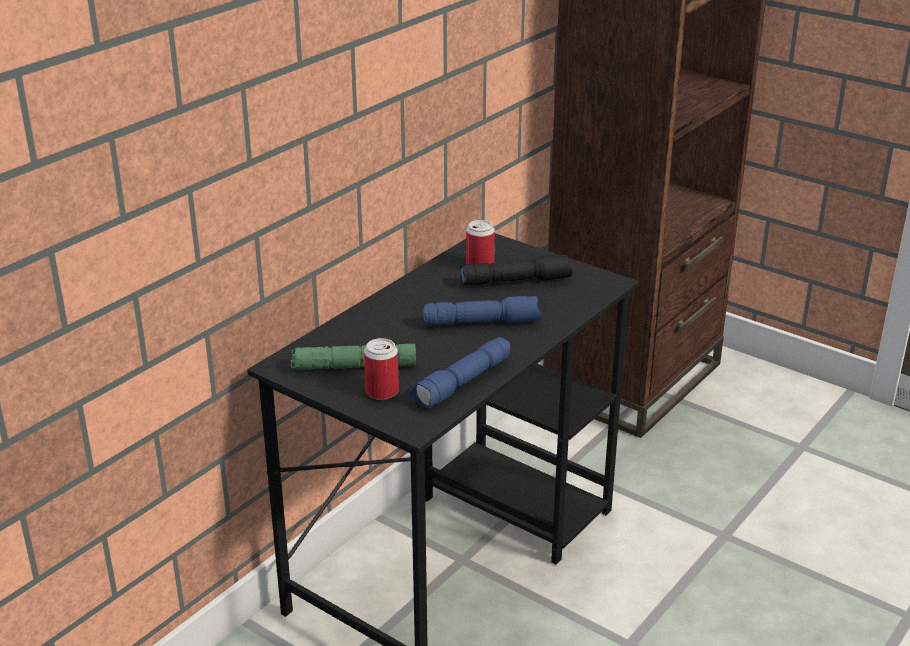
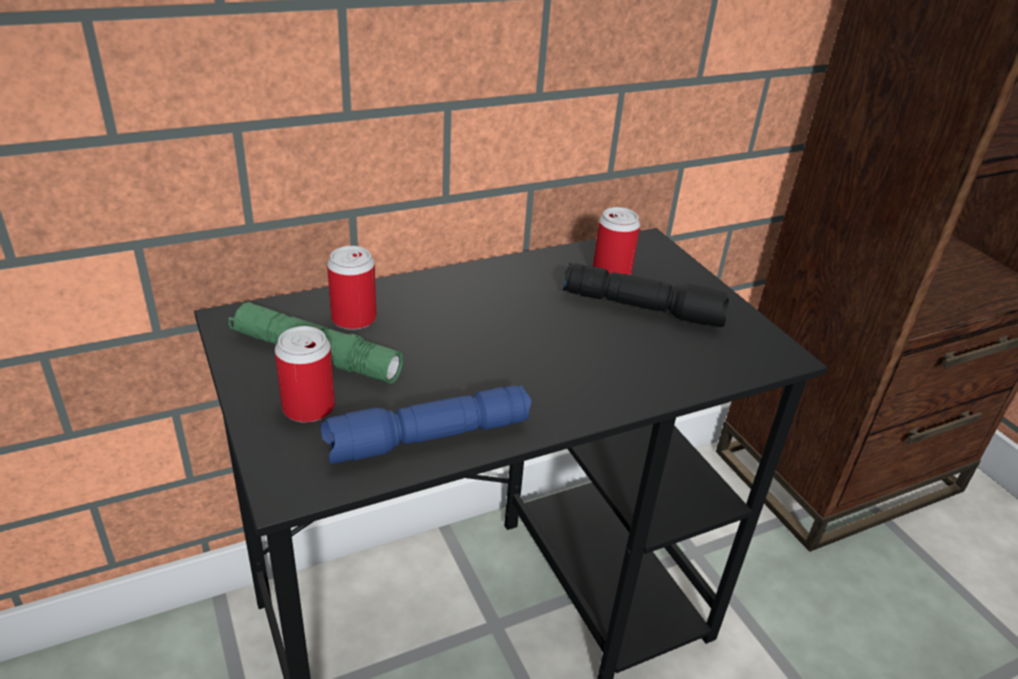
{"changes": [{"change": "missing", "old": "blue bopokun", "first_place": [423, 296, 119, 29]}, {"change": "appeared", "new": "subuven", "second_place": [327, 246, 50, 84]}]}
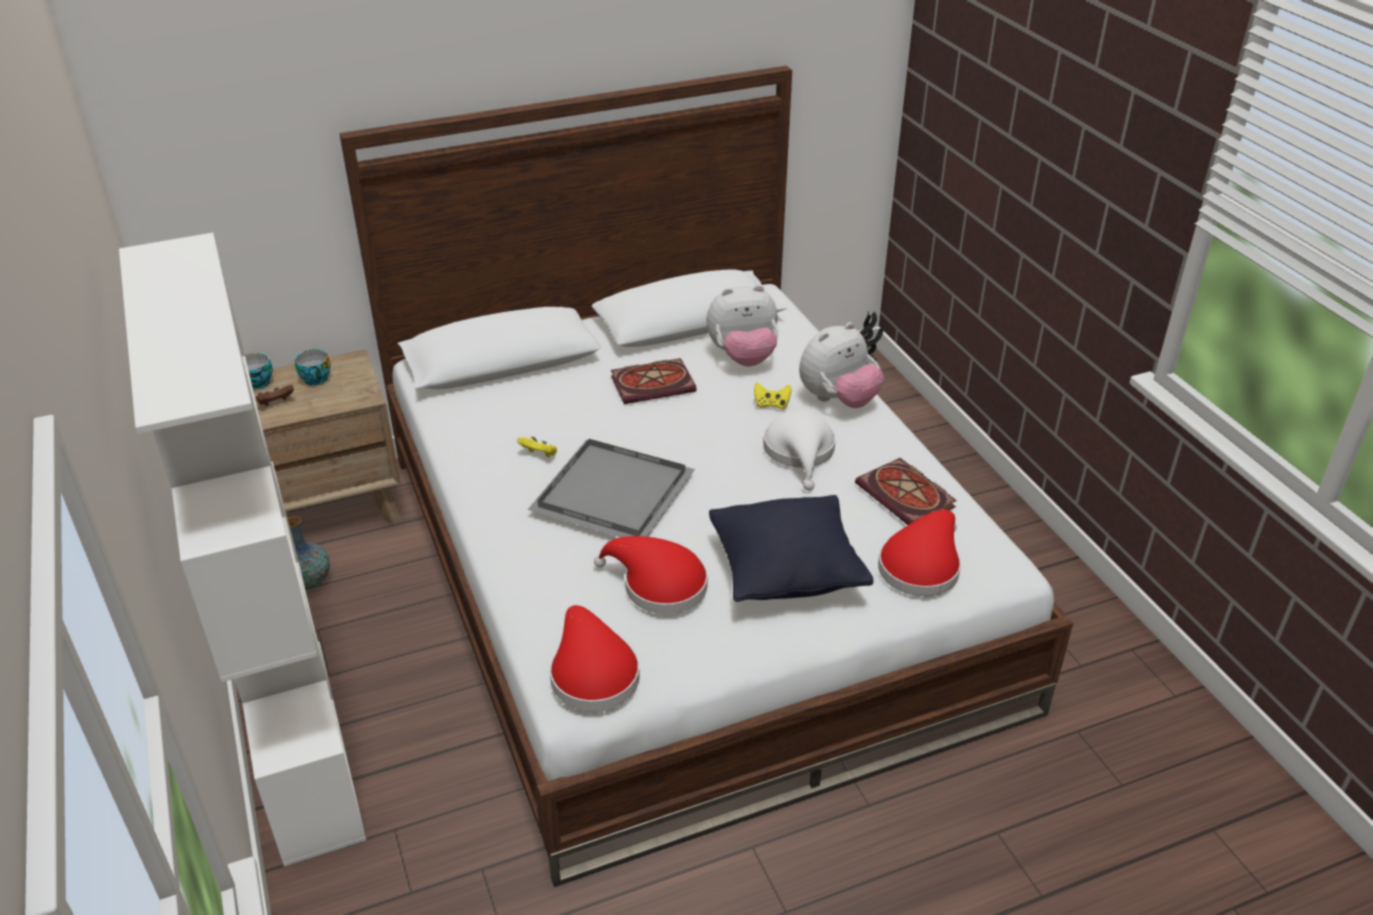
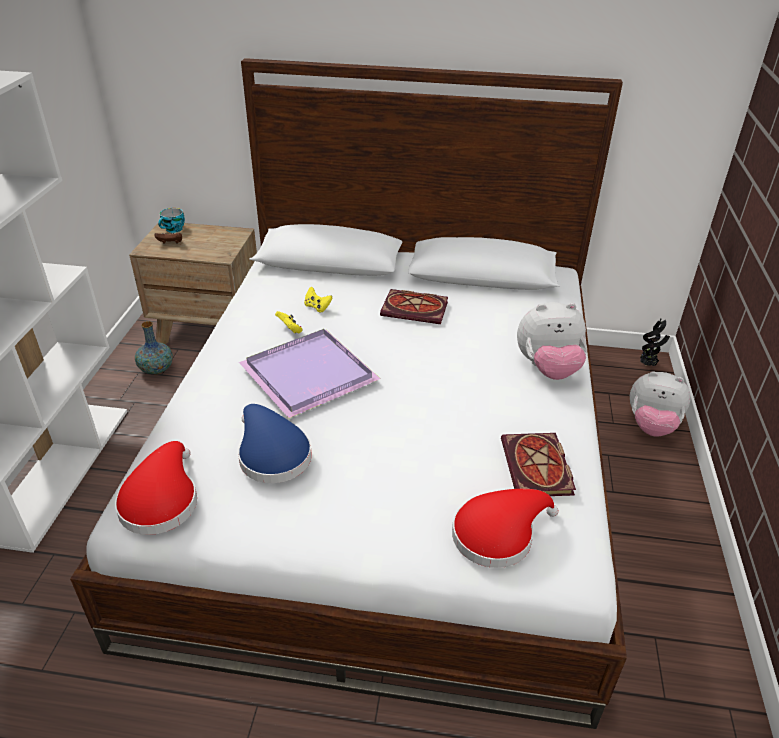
{"changes": [{"change": "missing", "old": "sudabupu", "first_place": [295, 349, 36, 37]}, {"change": "missing", "old": "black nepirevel", "first_place": [709, 495, 165, 107]}, {"change": "missing", "old": "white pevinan", "first_place": [763, 410, 73, 81]}, {"change": "relocated", "old": "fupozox", "first_place": [706, 285, 72, 82], "second_place": [630, 371, 61, 66]}, {"change": "relocated", "old": "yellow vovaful", "first_place": [754, 383, 38, 27], "second_place": [304, 287, 29, 25]}, {"change": "colour", "old": "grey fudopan", "new": "purple fudopan", "first_place": [528, 439, 167, 98], "second_place": [239, 329, 142, 89]}, {"change": "colour", "old": "red pevinan", "new": "blue pevinan", "first_place": [594, 536, 114, 78], "second_place": [238, 404, 74, 79]}]}
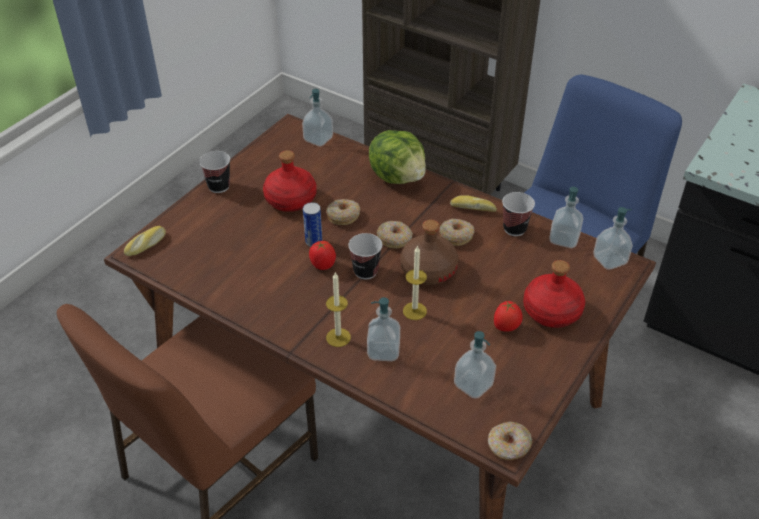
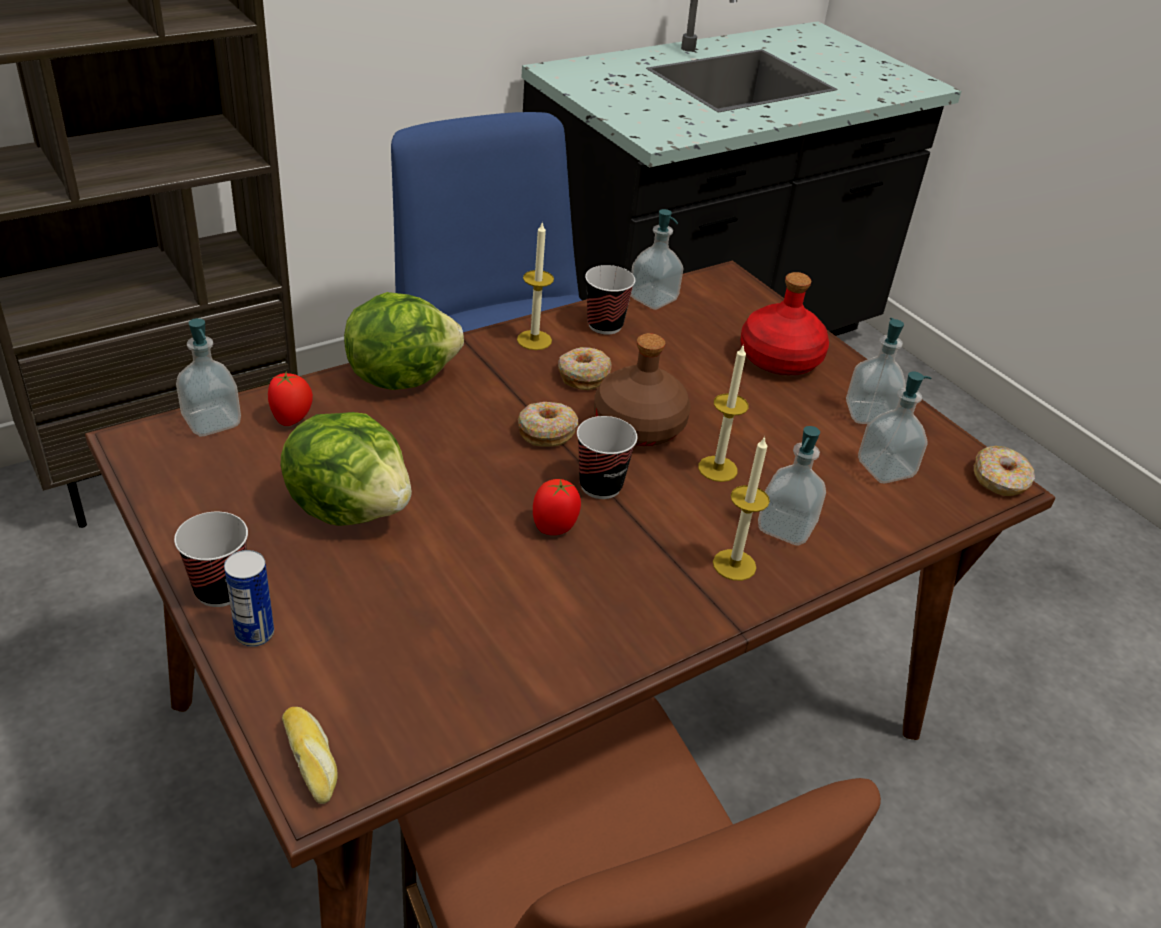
{"changes": [{"change": "missing", "old": "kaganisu", "first_place": [326, 199, 34, 26]}, {"change": "relocated", "old": "subuven", "first_place": [303, 202, 19, 45], "second_place": [224, 550, 50, 97]}, {"change": "relocated", "old": "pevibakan", "first_place": [494, 301, 29, 31], "second_place": [268, 371, 45, 55]}, {"change": "relocated", "old": "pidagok", "first_place": [593, 207, 40, 63], "second_place": [846, 318, 60, 106]}, {"change": "exchanged", "old": "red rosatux", "new": "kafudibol", "first_place": [263, 150, 53, 62], "second_place": [281, 412, 131, 114]}, {"change": "exchanged", "old": "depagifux", "new": "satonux", "first_place": [450, 195, 47, 17], "second_place": [517, 221, 37, 129]}]}
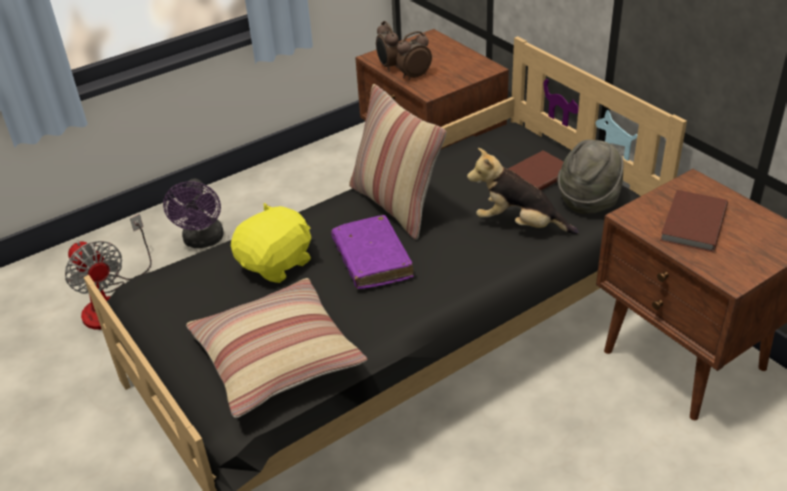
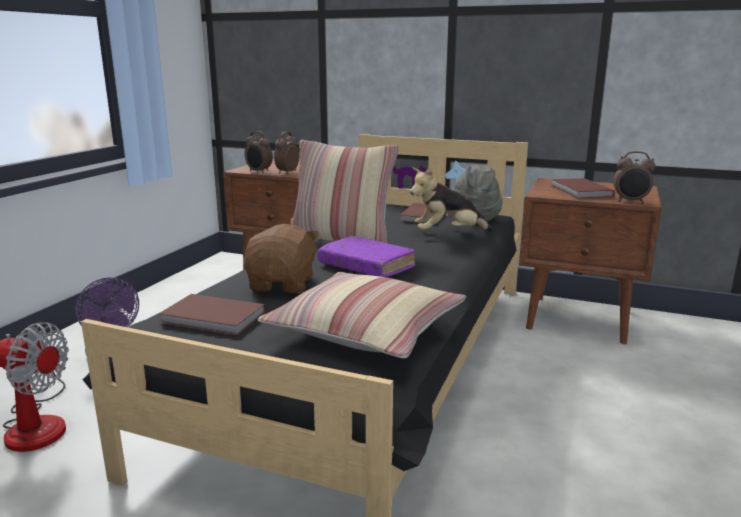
{"changes": [{"change": "appeared", "new": "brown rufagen", "second_place": [159, 294, 107, 42]}, {"change": "appeared", "new": "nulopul", "second_place": [613, 151, 43, 52]}, {"change": "colour", "old": "yellow fupozox", "new": "brown fupozox", "first_place": [231, 203, 80, 80], "second_place": [244, 224, 75, 69]}]}
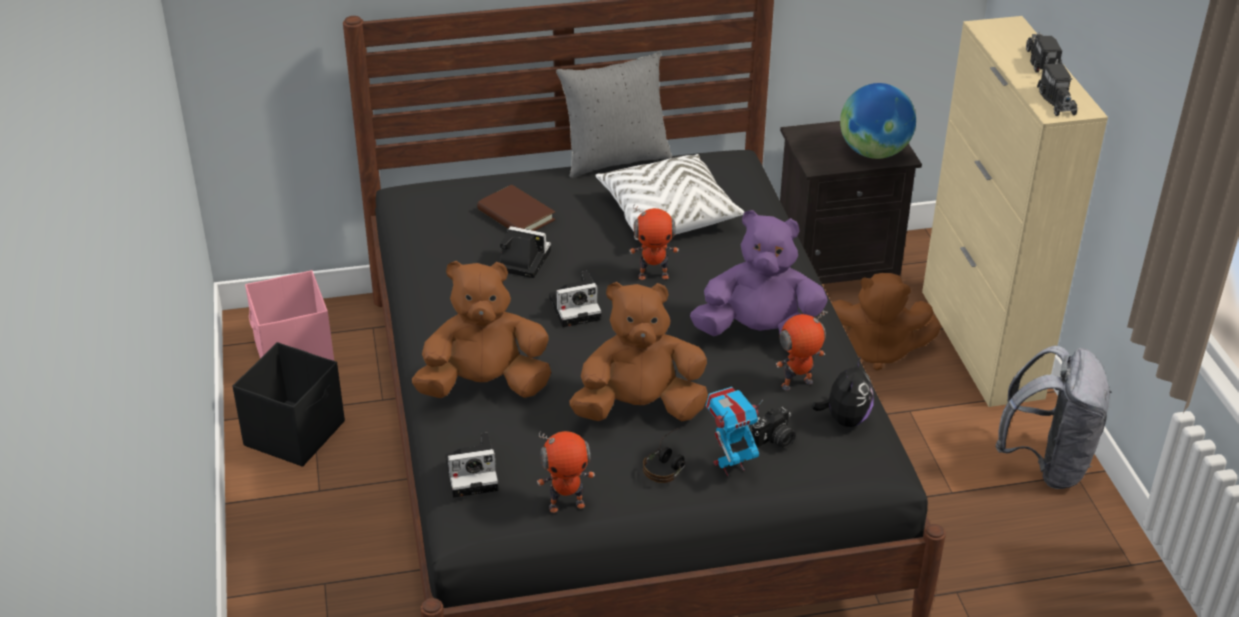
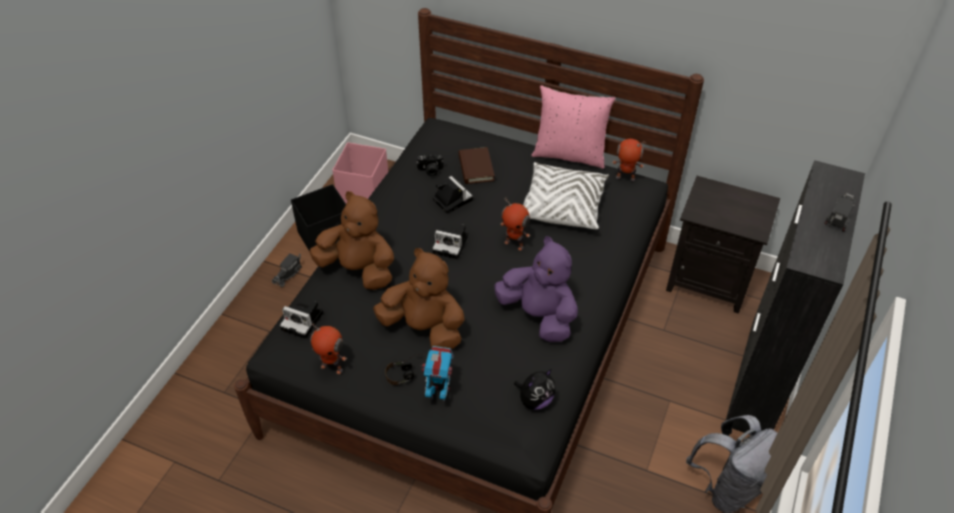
{"changes": [{"change": "missing", "old": "brown fupozox", "first_place": [832, 273, 109, 98]}, {"change": "missing", "old": "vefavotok", "first_place": [840, 83, 76, 76]}, {"change": "relocated", "old": "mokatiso", "first_place": [752, 407, 44, 41], "second_place": [417, 154, 26, 23]}, {"change": "relocated", "old": "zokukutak", "first_place": [776, 311, 52, 80], "second_place": [612, 139, 34, 42]}, {"change": "relocated", "old": "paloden", "first_place": [1037, 59, 41, 57], "second_place": [271, 253, 31, 35]}, {"change": "colour", "old": "grey nepirevel", "new": "pink nepirevel", "first_place": [556, 51, 116, 127], "second_place": [532, 85, 84, 84]}, {"change": "colour", "old": "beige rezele", "new": "black rezele", "first_place": [922, 16, 186, 391], "second_place": [726, 160, 139, 275]}]}
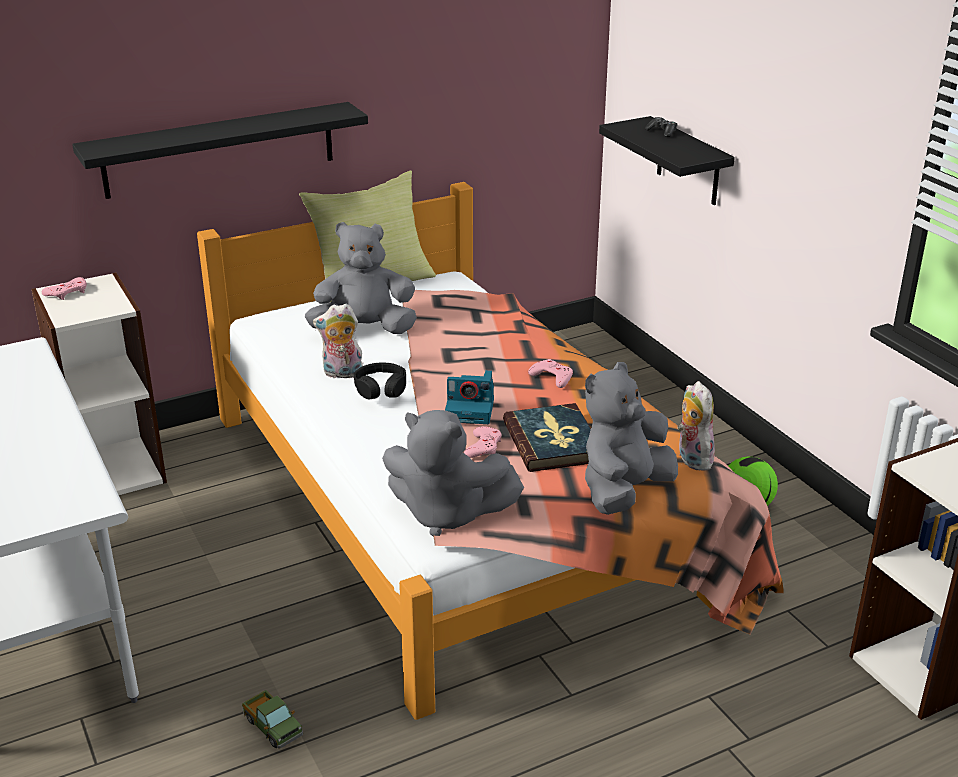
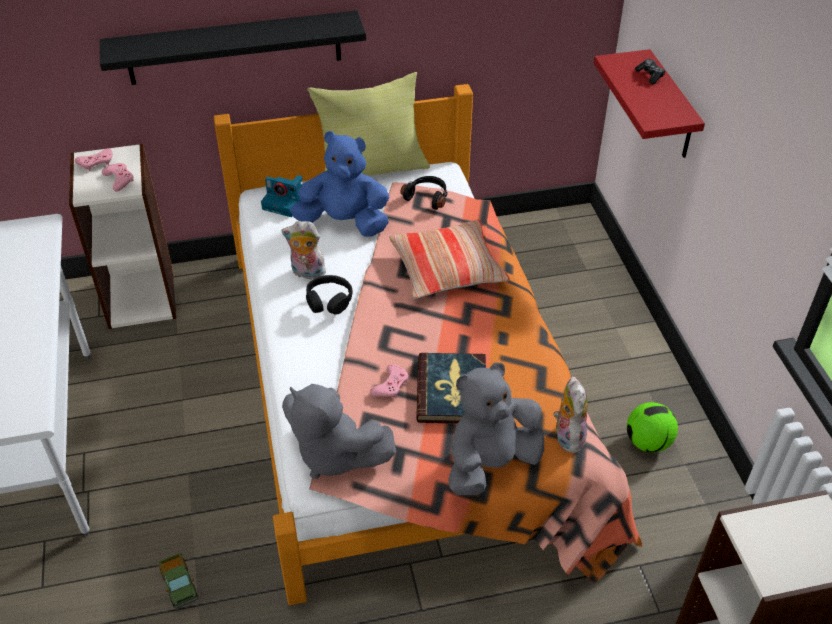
{"changes": [{"change": "appeared", "new": "nepirevel", "second_place": [389, 219, 121, 80]}, {"change": "appeared", "new": "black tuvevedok", "second_place": [400, 176, 48, 34]}, {"change": "relocated", "old": "mokatiso", "first_place": [445, 370, 49, 54], "second_place": [261, 175, 42, 42]}, {"change": "relocated", "old": "pink vovaful", "first_place": [528, 359, 45, 29], "second_place": [102, 163, 32, 29]}, {"change": "colour", "old": "grey fupozox", "new": "blue fupozox", "first_place": [305, 222, 112, 112], "second_place": [290, 131, 100, 105]}, {"change": "colour", "old": "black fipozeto", "new": "red fipozeto", "first_place": [599, 116, 136, 89], "second_place": [594, 49, 111, 109]}]}
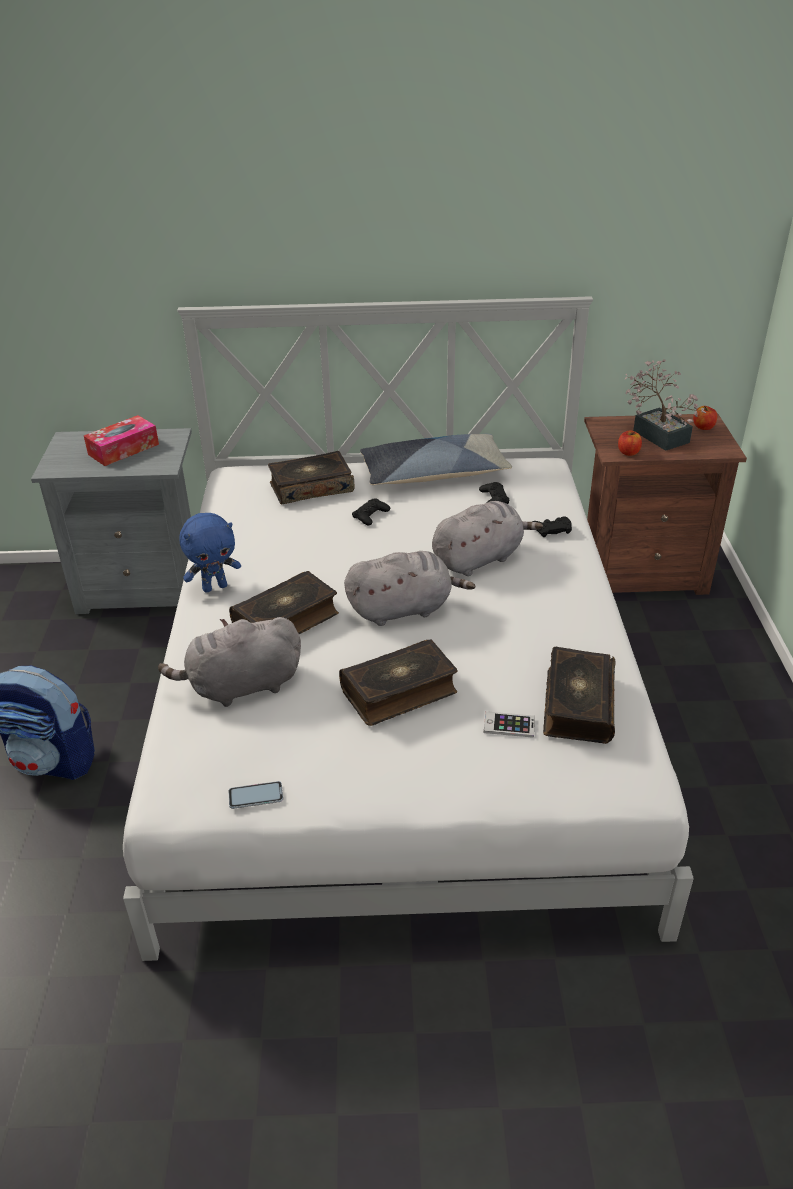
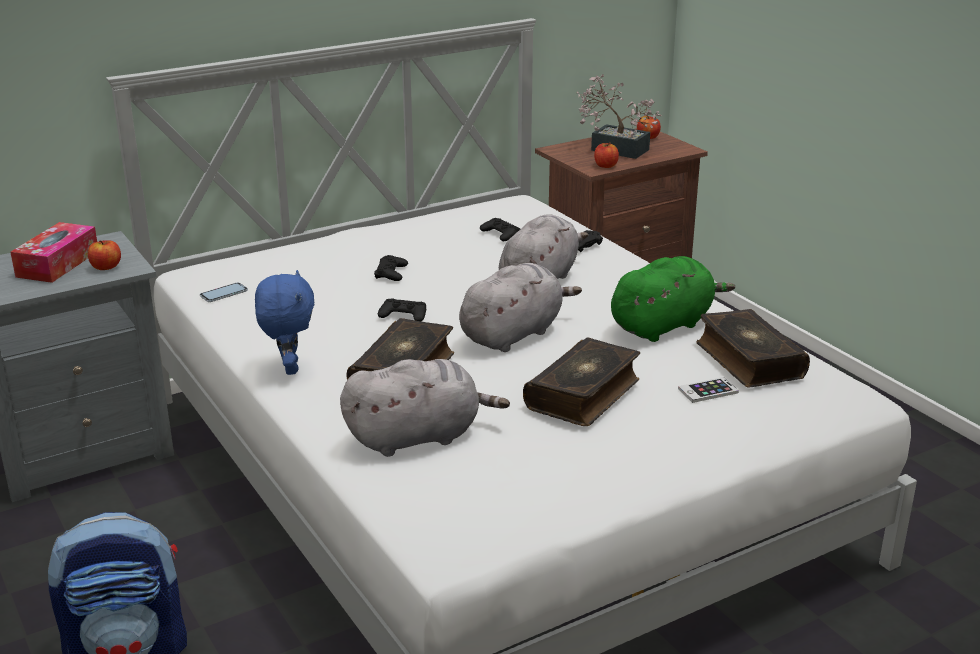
{"changes": [{"change": "missing", "old": "rufagen", "first_place": [268, 451, 87, 53]}, {"change": "missing", "old": "nepirevel", "first_place": [360, 434, 152, 51]}, {"change": "appeared", "new": "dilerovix", "second_place": [88, 240, 33, 30]}, {"change": "appeared", "new": "black vovaful", "second_place": [378, 298, 48, 24]}, {"change": "appeared", "new": "green fupozox", "second_place": [611, 256, 124, 86]}, {"change": "relocated", "old": "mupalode", "first_place": [229, 781, 54, 28], "second_place": [200, 282, 48, 20]}, {"change": "spun", "old": "grey fupozox", "first_place": [158, 617, 143, 90], "second_place": [340, 359, 170, 98], "degrees": -150}, {"change": "spun", "old": "blue fupozox", "first_place": [179, 513, 62, 79], "second_place": [255, 270, 59, 105], "degrees": -45}]}
